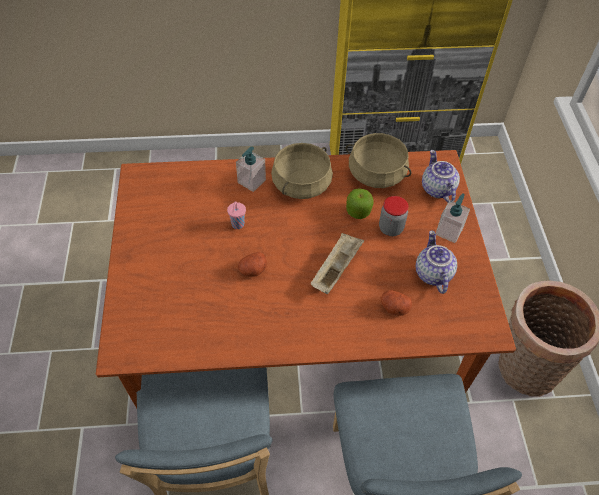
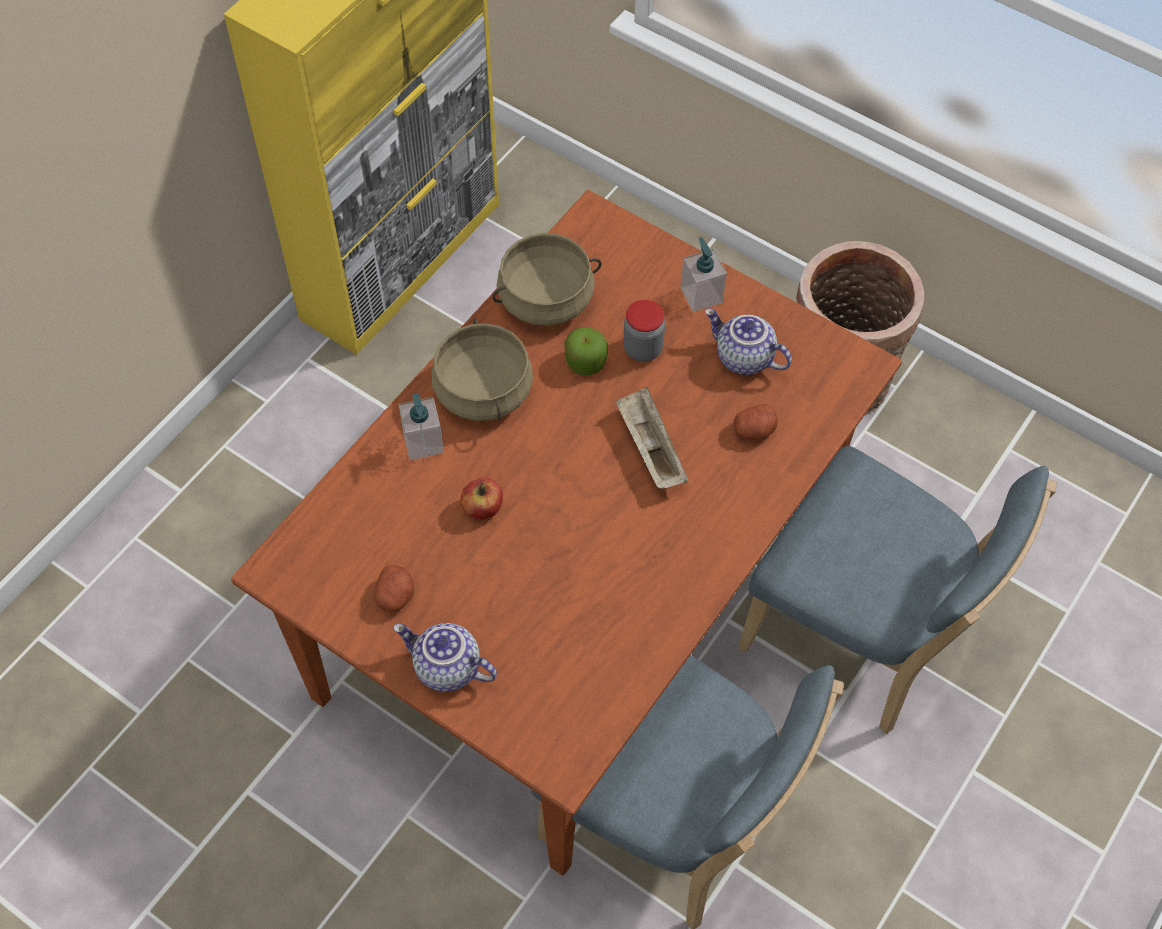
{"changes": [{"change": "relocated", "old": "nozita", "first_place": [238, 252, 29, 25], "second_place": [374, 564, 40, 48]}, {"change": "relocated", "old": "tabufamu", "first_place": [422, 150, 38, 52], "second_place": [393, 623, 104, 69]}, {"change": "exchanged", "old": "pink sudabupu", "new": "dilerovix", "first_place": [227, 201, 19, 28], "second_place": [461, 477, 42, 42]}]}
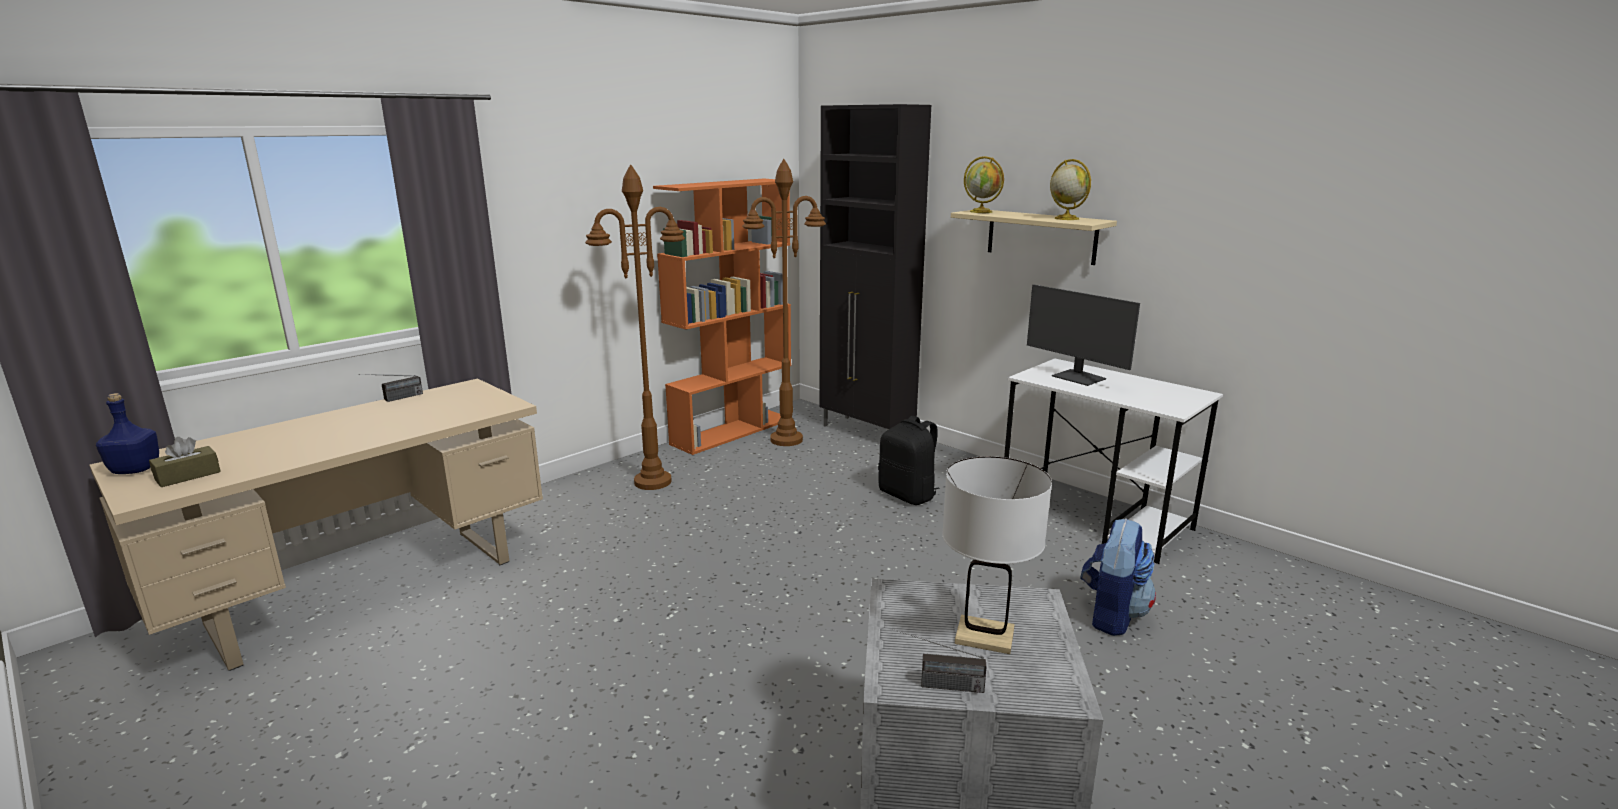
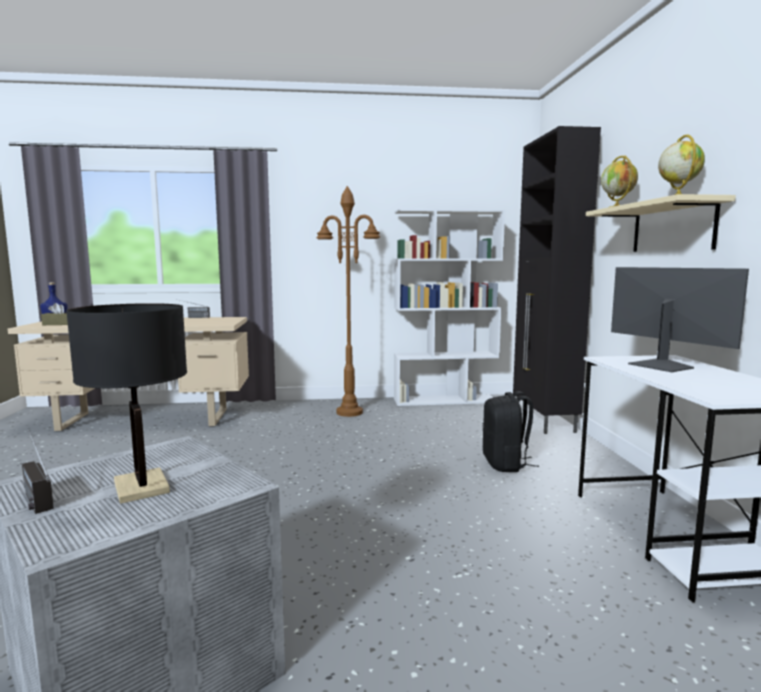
{"changes": [{"change": "missing", "old": "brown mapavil", "first_place": [742, 159, 84, 287]}, {"change": "missing", "old": "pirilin", "first_place": [1080, 519, 76, 117]}, {"change": "colour", "old": "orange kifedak", "new": "white kifedak", "first_place": [653, 179, 138, 276], "second_place": [394, 209, 111, 197]}, {"change": "colour", "old": "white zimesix", "new": "black zimesix", "first_place": [942, 456, 110, 198], "second_place": [66, 303, 121, 201]}, {"change": "spun", "old": "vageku", "first_place": [1027, 284, 113, 102], "second_place": [611, 267, 138, 105], "degrees": 150}]}
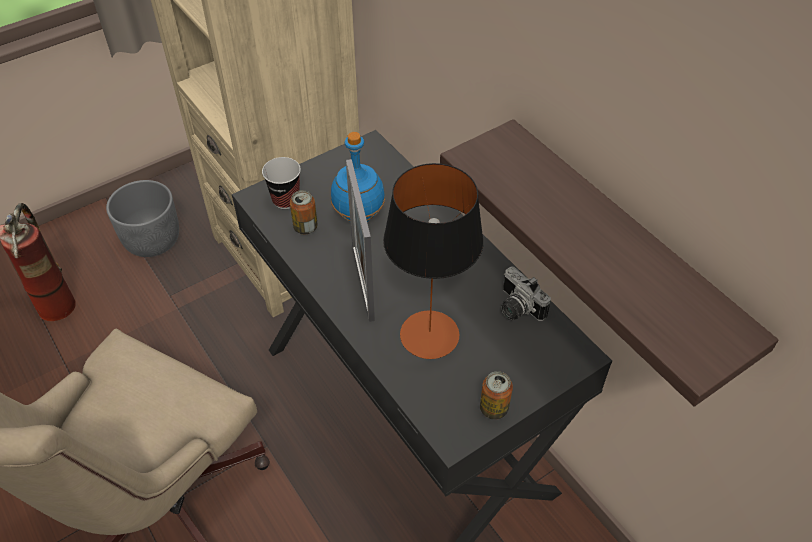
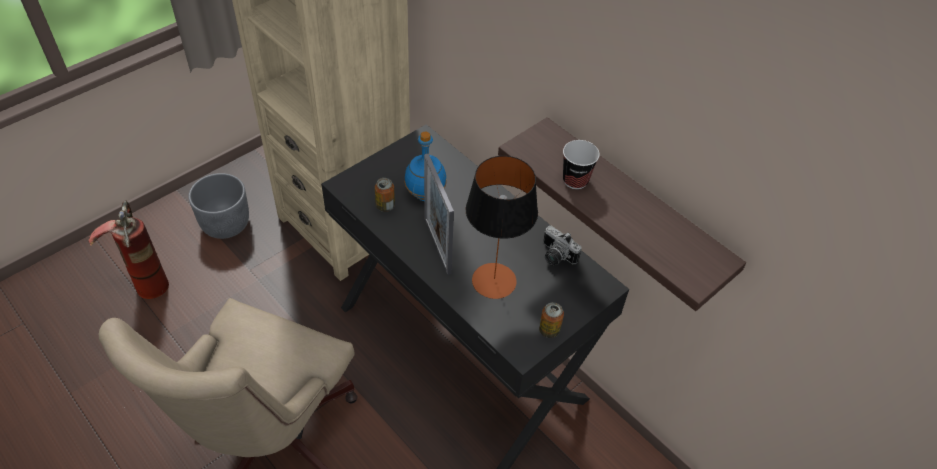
{"changes": [{"change": "relocated", "old": "sudabupu", "first_place": [262, 157, 39, 52], "second_place": [563, 140, 37, 49]}]}
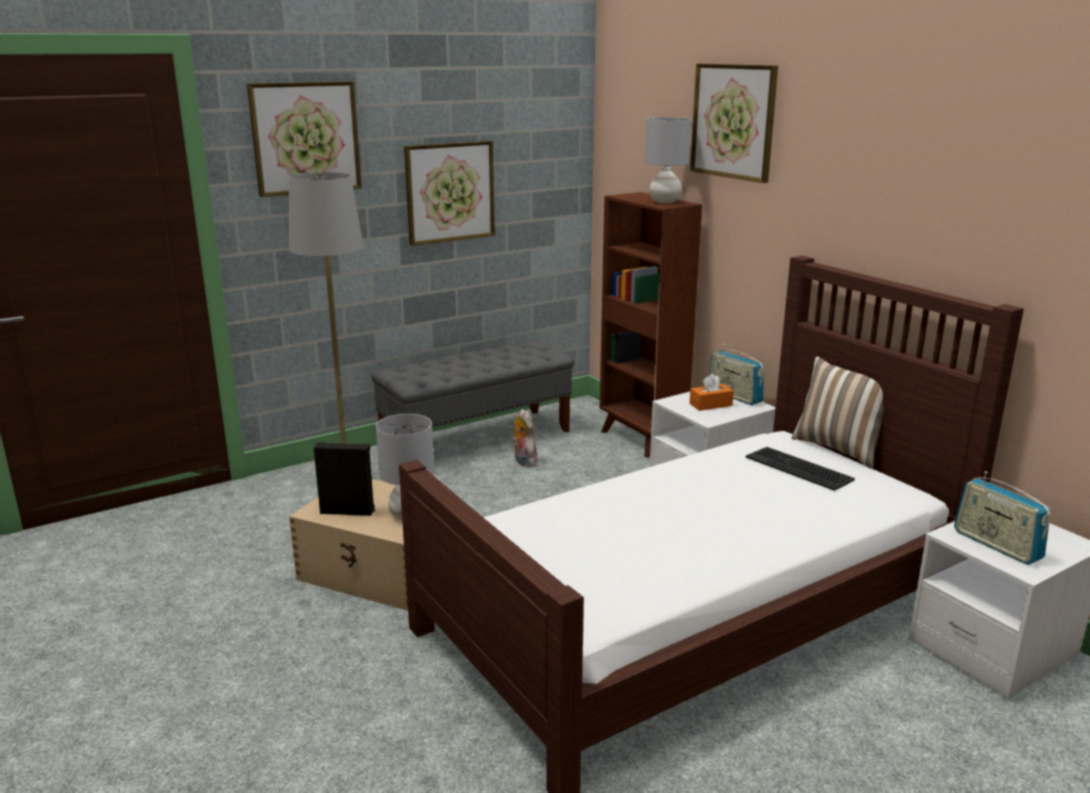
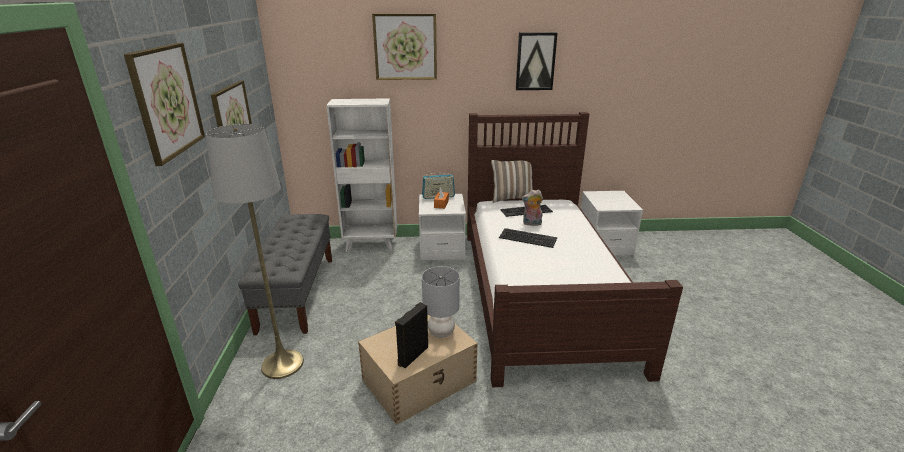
{"changes": [{"change": "missing", "old": "grey zimesix", "first_place": [645, 117, 46, 86]}, {"change": "missing", "old": "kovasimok", "first_place": [954, 471, 97, 94]}, {"change": "appeared", "new": "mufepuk", "second_place": [499, 228, 58, 20]}, {"change": "appeared", "new": "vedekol", "second_place": [516, 32, 41, 58]}, {"change": "relocated", "old": "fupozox", "first_place": [512, 409, 25, 58], "second_place": [521, 189, 22, 37]}, {"change": "colour", "old": "brown kifedak", "new": "white kifedak", "first_place": [600, 192, 102, 265], "second_place": [326, 98, 71, 154]}]}
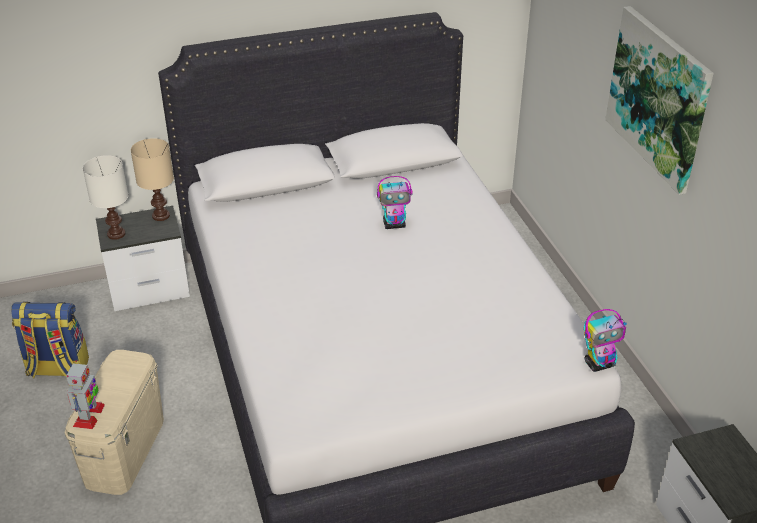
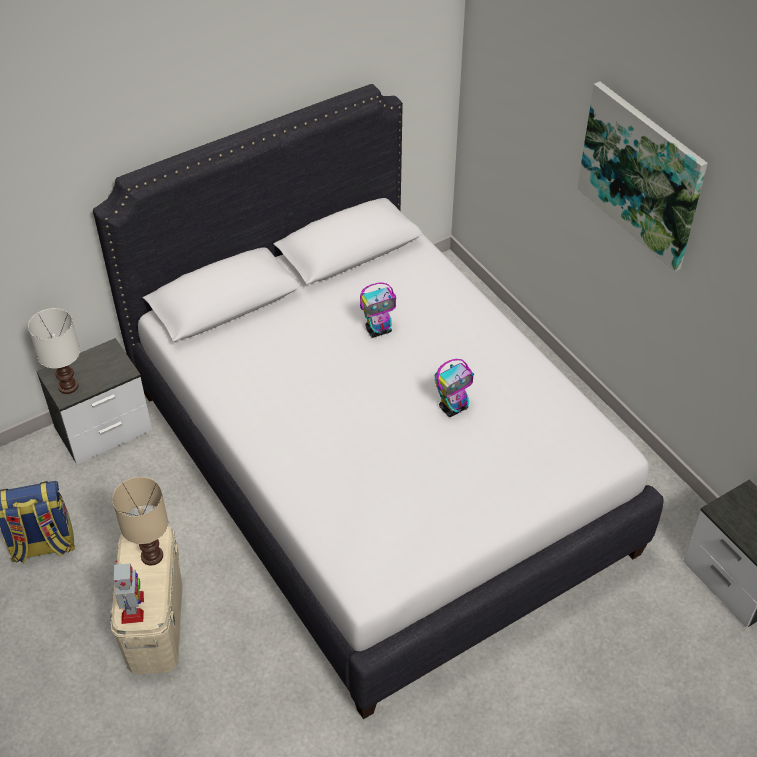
{"changes": [{"change": "relocated", "old": "beige zimesix", "first_place": [131, 138, 43, 83], "second_place": [112, 477, 56, 88]}, {"change": "relocated", "old": "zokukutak", "first_place": [584, 309, 43, 63], "second_place": [435, 359, 39, 58]}]}
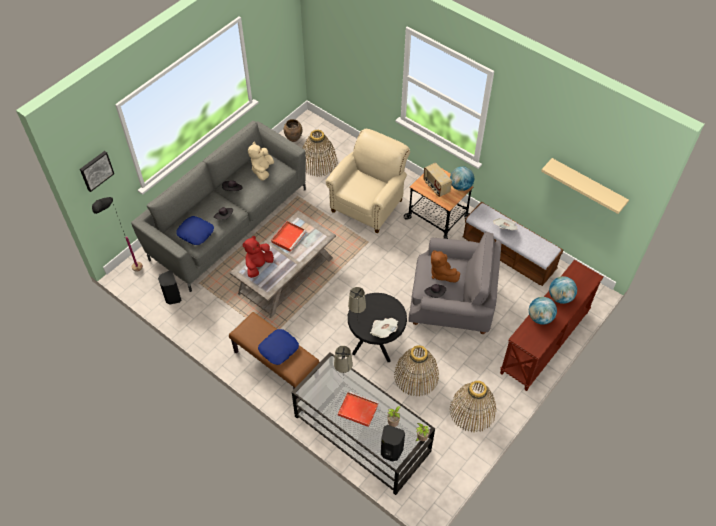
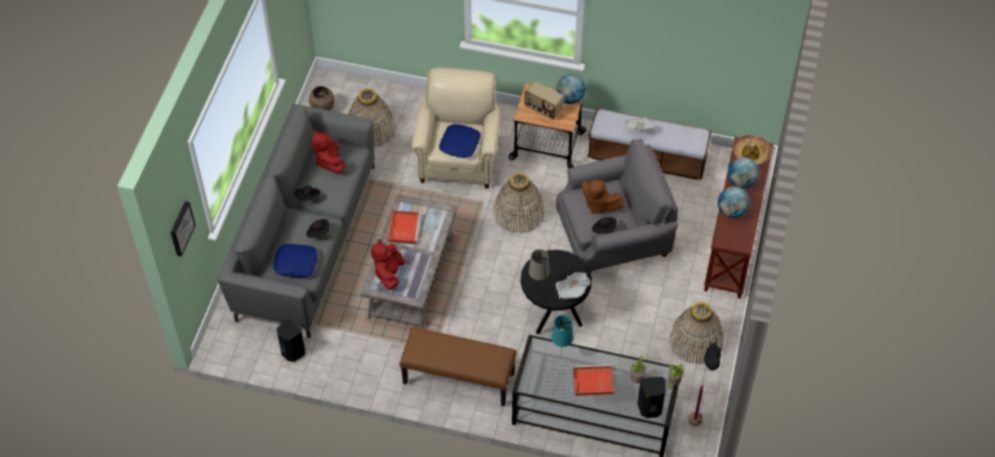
{"changes": [{"change": "missing", "old": "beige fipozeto", "first_place": [541, 158, 88, 56]}, {"change": "appeared", "new": "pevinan", "second_place": [732, 135, 39, 30]}, {"change": "relocated", "old": "black mapavil", "first_place": [92, 197, 51, 75], "second_place": [688, 343, 33, 83]}, {"change": "relocated", "old": "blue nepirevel", "first_place": [258, 329, 41, 36], "second_place": [439, 124, 42, 34]}, {"change": "relocated", "old": "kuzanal", "first_place": [394, 345, 45, 52], "second_place": [494, 173, 50, 61]}, {"change": "colour", "old": "beige fupozox", "new": "red fupozox", "first_place": [248, 141, 26, 40], "second_place": [311, 130, 34, 44]}, {"change": "colour", "old": "beige zimesix", "new": "turquoise zimesix", "first_place": [334, 346, 19, 28], "second_place": [551, 315, 22, 41]}]}
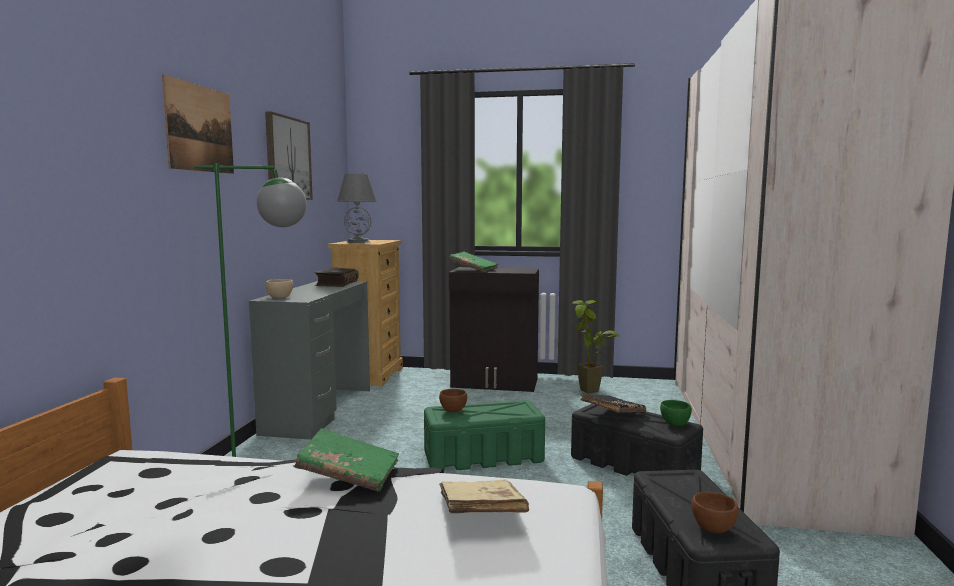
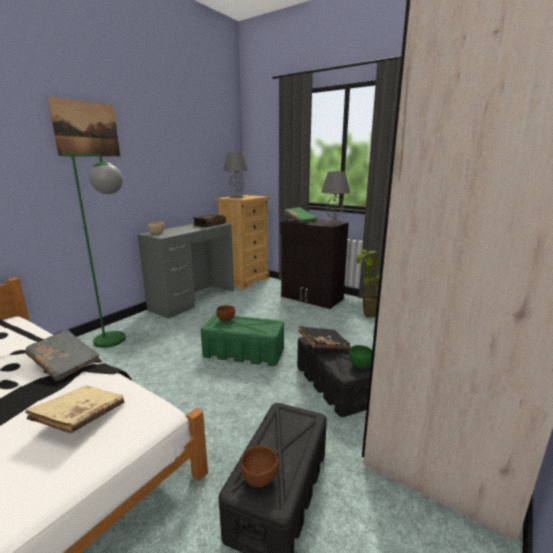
{"changes": [{"change": "missing", "old": "vedekol", "first_place": [265, 111, 48, 89]}, {"change": "appeared", "new": "grey zimesix", "second_place": [321, 171, 29, 53]}, {"change": "colour", "old": "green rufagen", "new": "grey rufagen", "first_place": [295, 428, 104, 64], "second_place": [25, 329, 75, 52]}]}
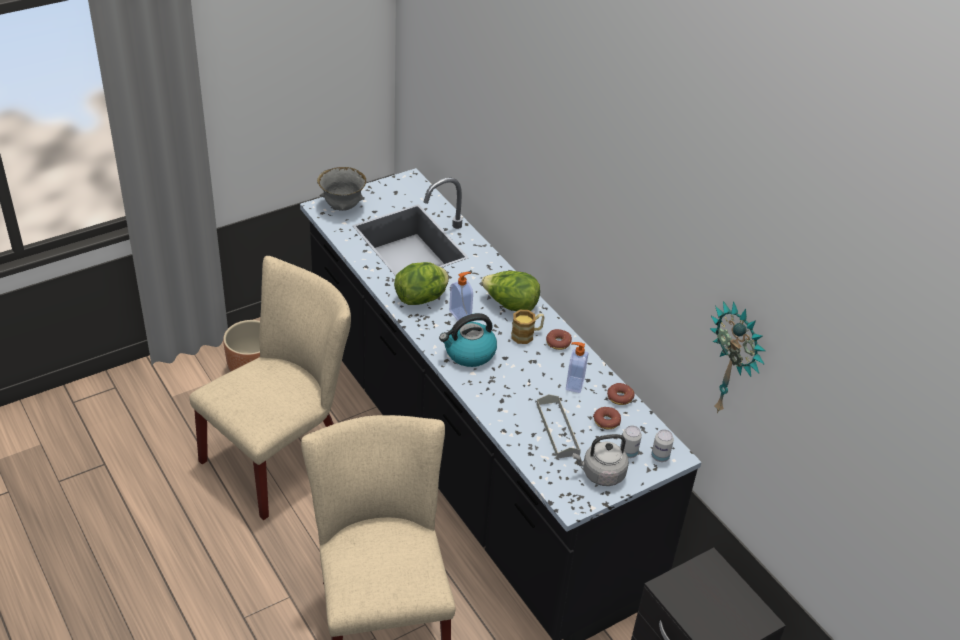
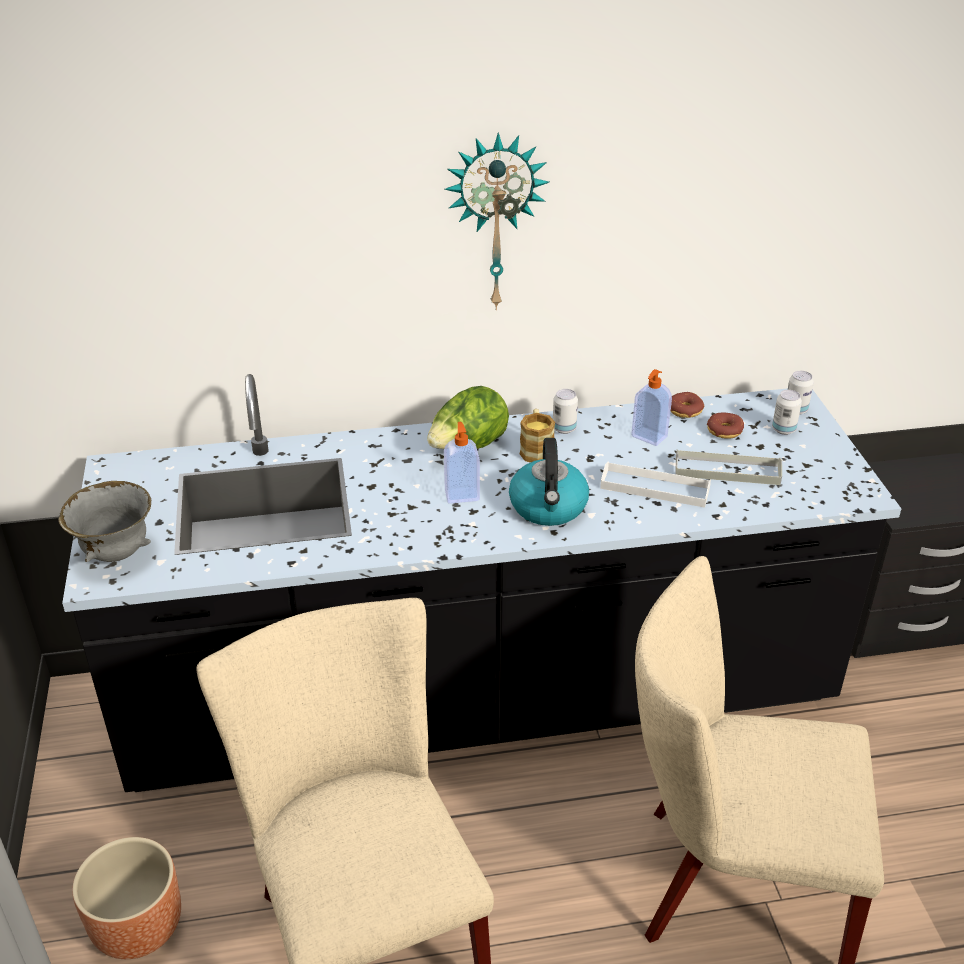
{"changes": [{"change": "missing", "old": "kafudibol", "first_place": [394, 262, 55, 43]}, {"change": "missing", "old": "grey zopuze", "first_place": [572, 434, 57, 52]}, {"change": "appeared", "new": "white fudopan", "second_place": [600, 461, 111, 47]}, {"change": "relocated", "old": "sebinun", "first_place": [710, 301, 56, 113], "second_place": [444, 132, 105, 178]}, {"change": "exchanged", "old": "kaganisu", "new": "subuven", "first_place": [546, 329, 26, 21], "second_place": [553, 389, 25, 45]}]}
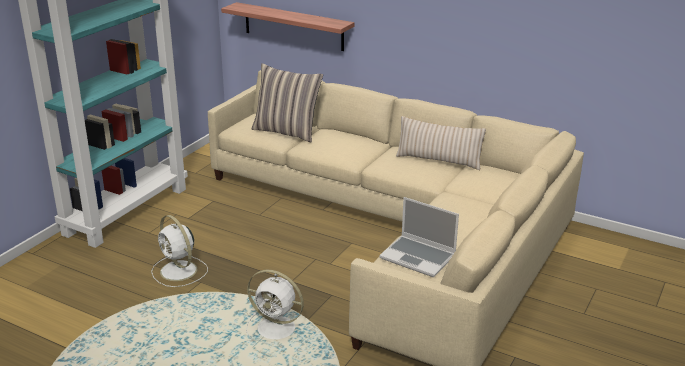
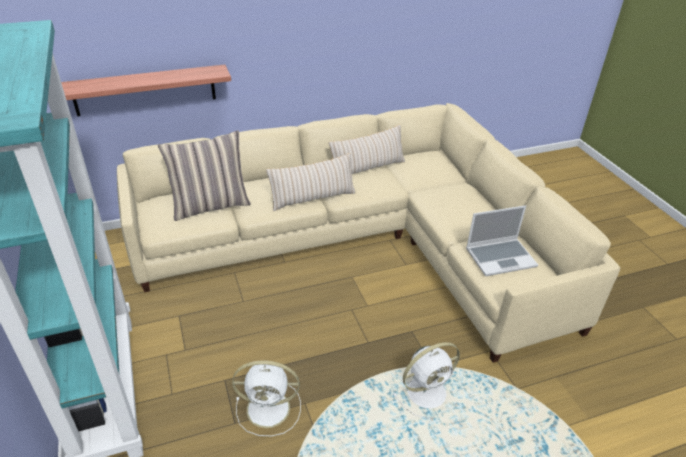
{"changes": [{"change": "appeared", "new": "beige nepirevel", "second_place": [266, 153, 89, 58]}]}
